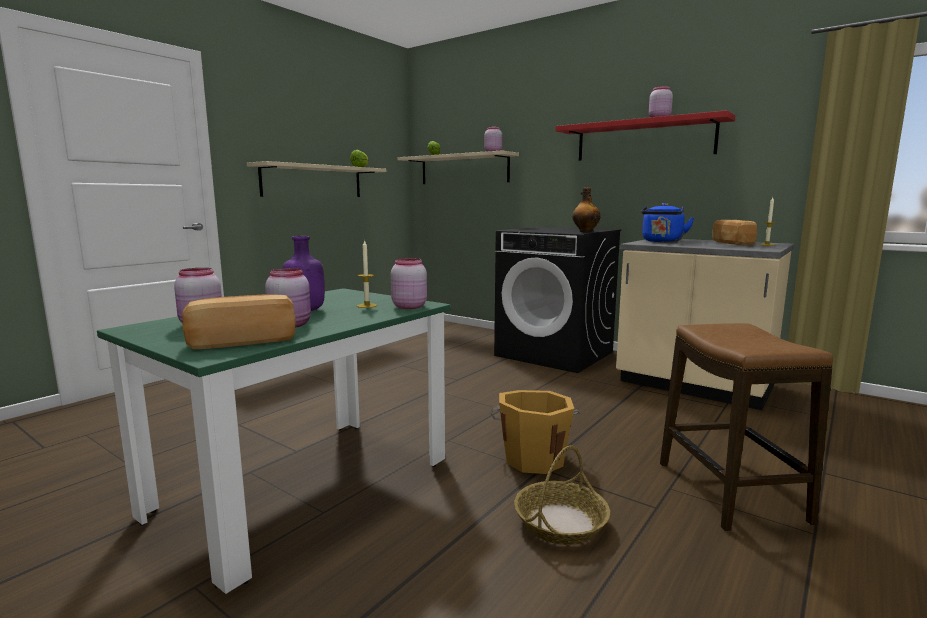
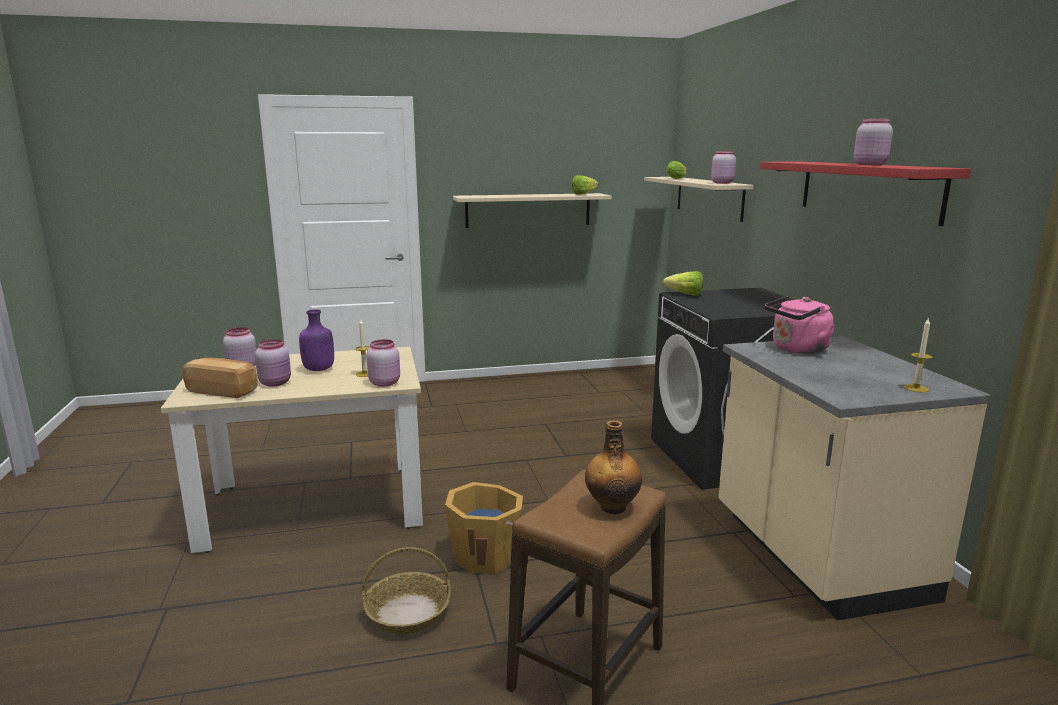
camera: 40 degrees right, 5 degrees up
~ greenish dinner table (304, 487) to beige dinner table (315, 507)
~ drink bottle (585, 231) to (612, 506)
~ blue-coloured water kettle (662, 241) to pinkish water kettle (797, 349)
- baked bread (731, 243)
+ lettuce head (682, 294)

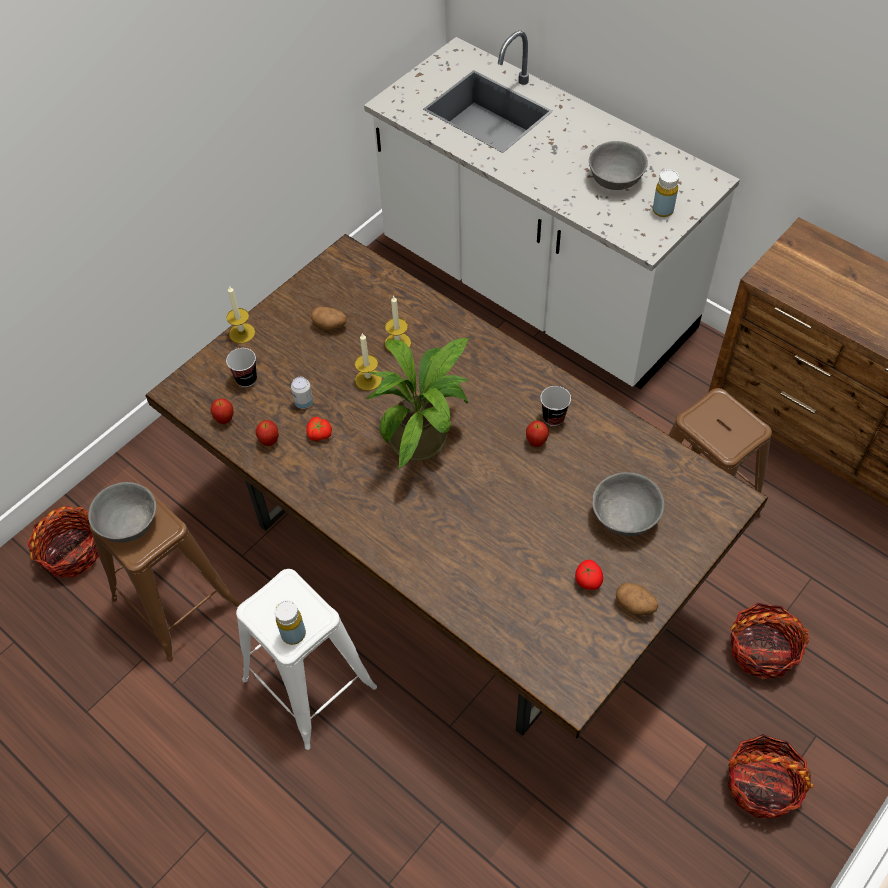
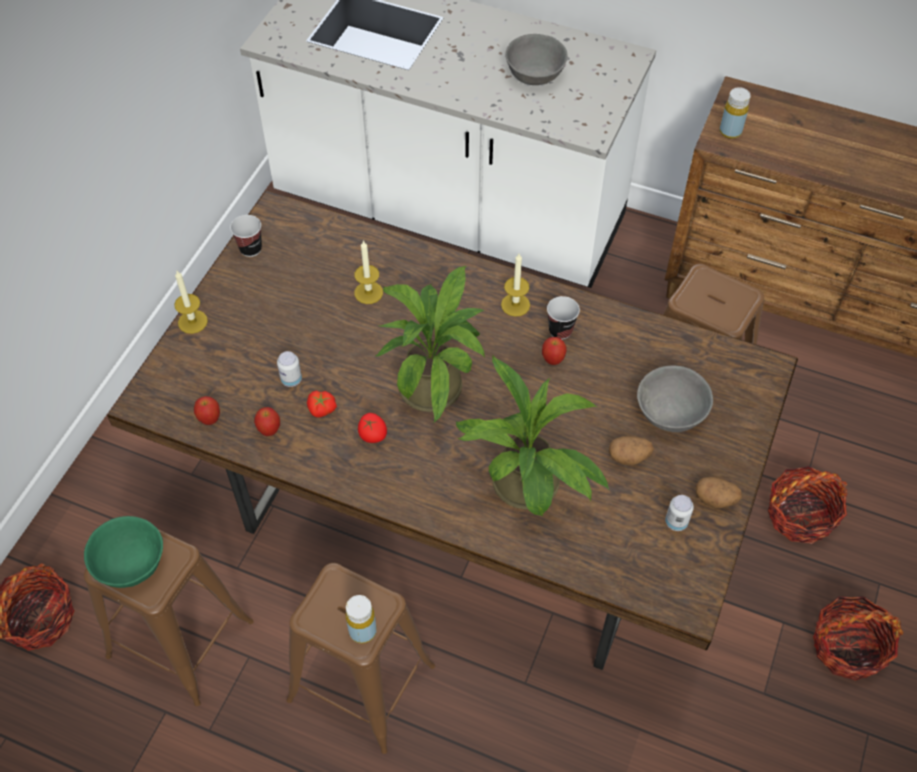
camera: 20 degrees left, 0 degrees up
~ greyish serving bowl (129, 523) to greenish serving bowl (130, 563)
~ cup (246, 379) to (250, 249)
~ whitish stool seat (309, 683) to brownish stool seat (361, 683)
~ potato (330, 325) to (629, 457)
~ wax light (368, 380) to (515, 305)
~ tomato (588, 580) to (372, 435)
~ yellow drink bottle (662, 210) to (730, 131)
+ houseplant (528, 490)
+ metal can (676, 522)

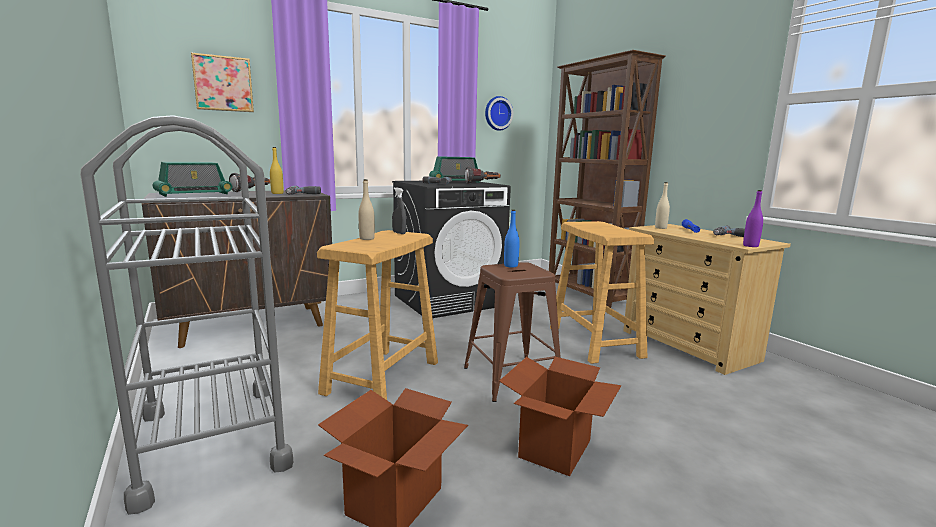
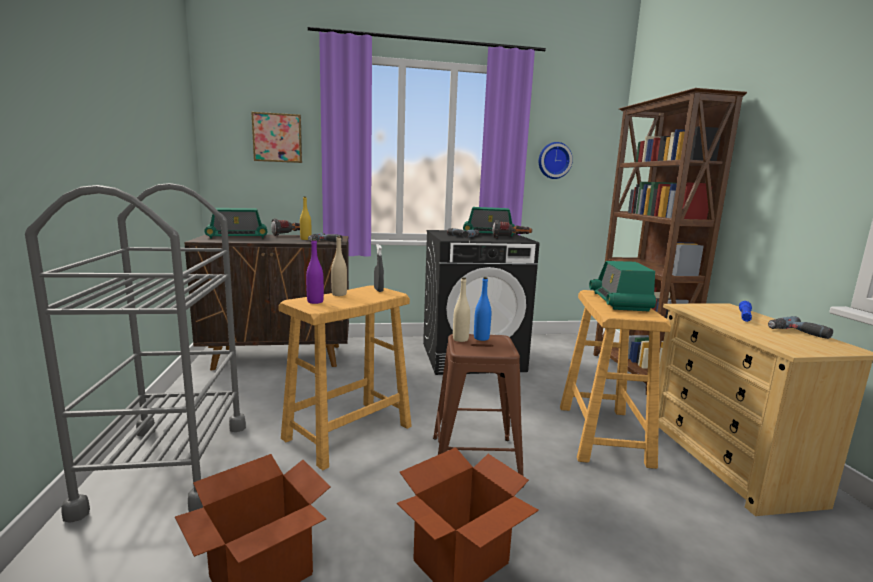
camera: 20 degrees right, 0 degrees up
~ beige drink bottle (660, 228) to (460, 339)
~ purplish drink bottle (750, 246) to (315, 302)
+ radio receiver (619, 301)

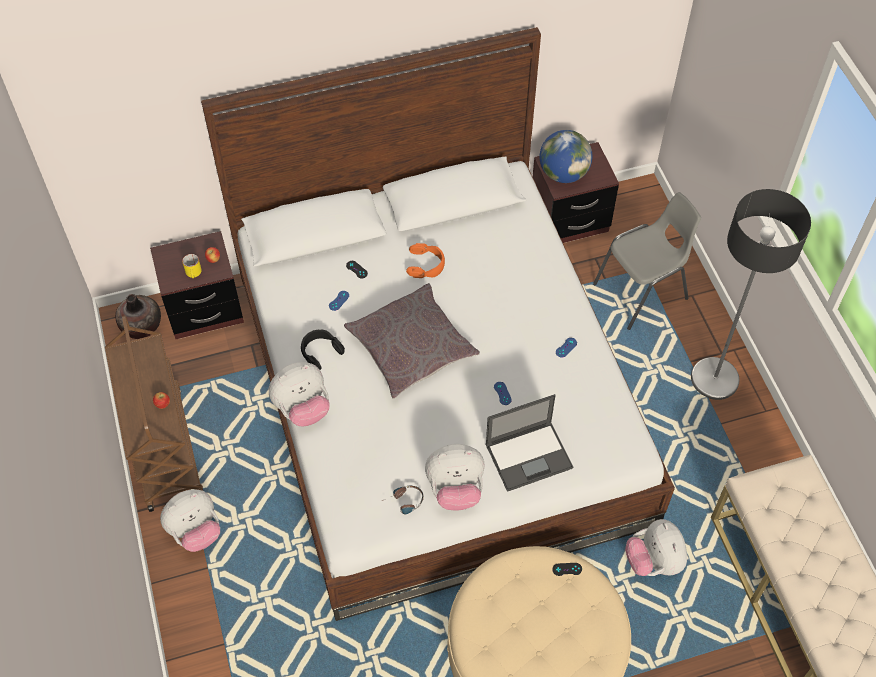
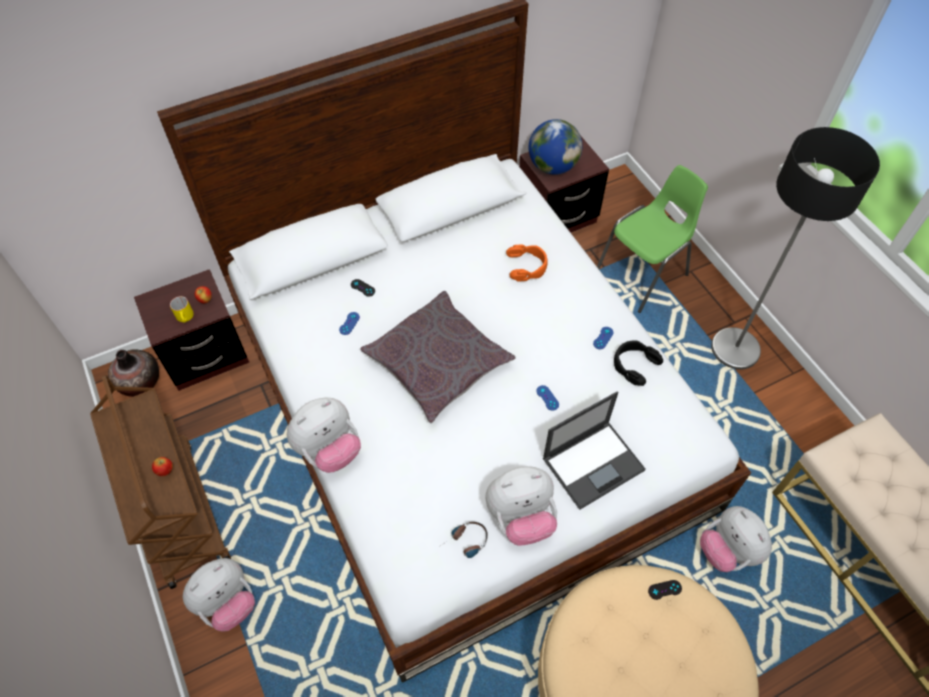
camera: 10 degrees left, 0 degrees up
~ black headphones (320, 351) to (634, 365)
~ orange headphones (426, 264) to (527, 266)
~ greyish plain chair (642, 292) to greenish plain chair (643, 275)

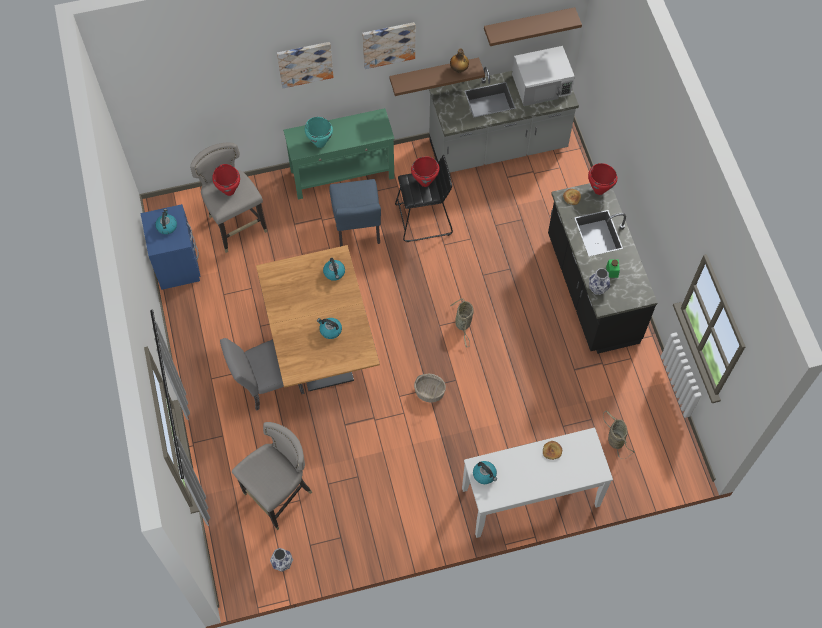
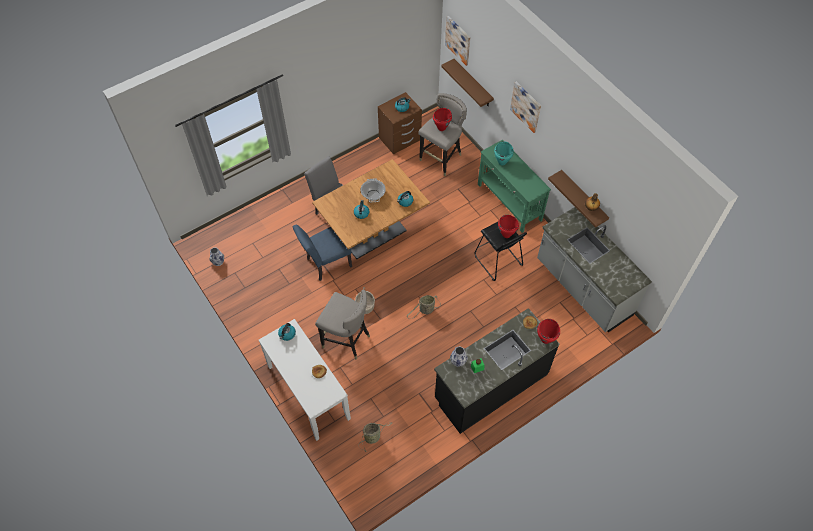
camera: 70 degrees right, 5 degrees down
~ blue-coloured bedside table (178, 264) to brownish bedside table (400, 139)
~ greyish stool seat (280, 495) to (347, 340)
~ blue-coloured plain chair (357, 230) to (325, 263)
~ wall art (388, 44) to (458, 40)
~ brownish shelf (528, 24) to (473, 84)
- whitish microwave oven (542, 84)
+ cooking pot (373, 195)

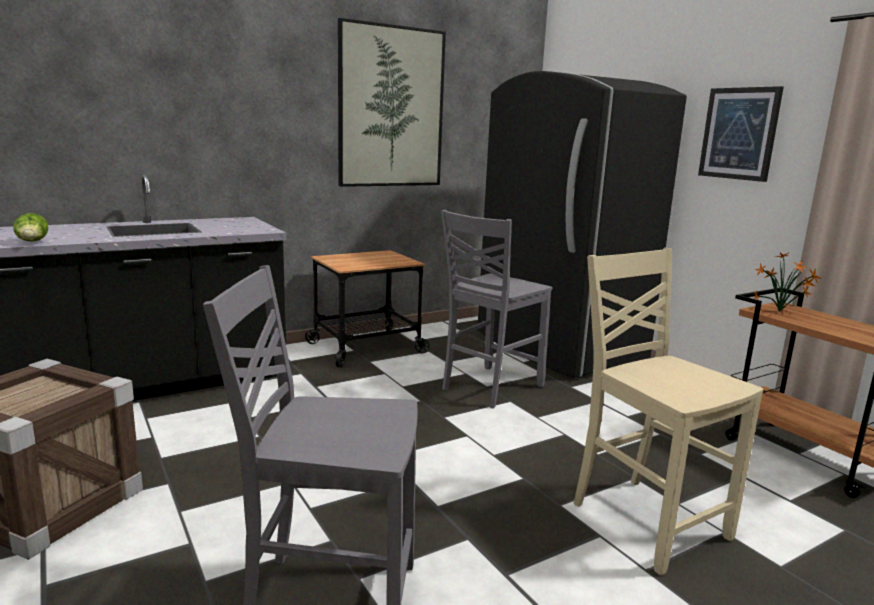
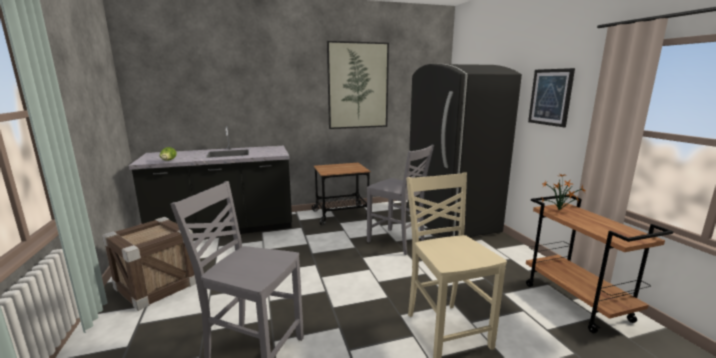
camera: 15 degrees right, 0 degrees up
~ greyish plain chair (489, 387) = (397, 242) 105 degrees counterclockwise

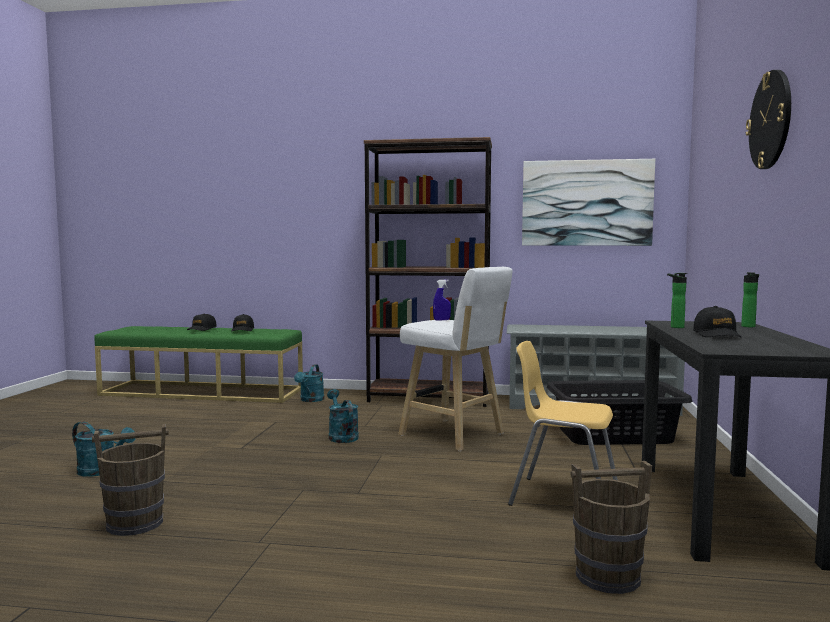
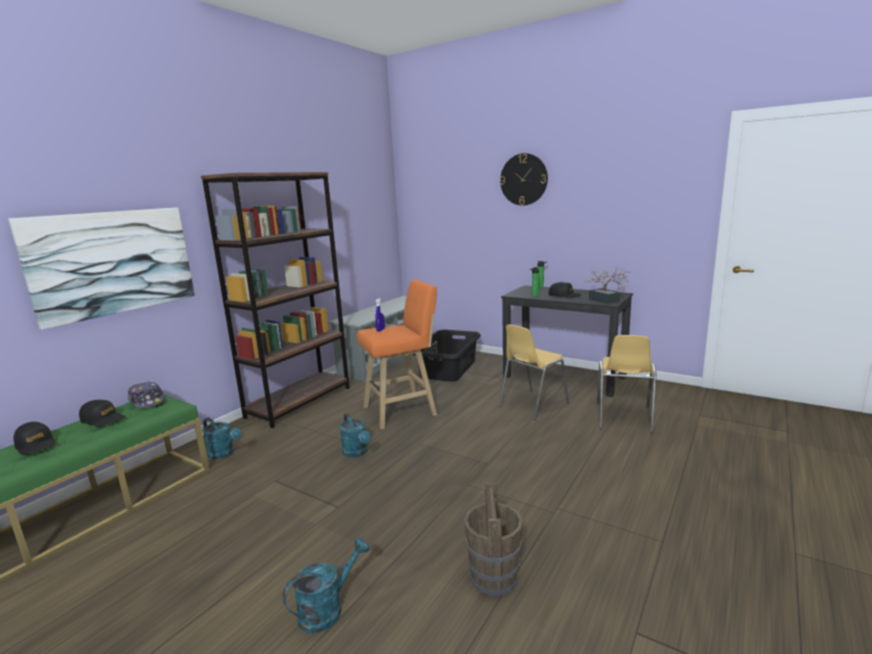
camera: 65 degrees left, 10 degrees up
~ turquoise-coloured watering pot (341, 436) = (357, 453) 120 degrees counterclockwise
~ whitish stool seat (455, 435) to orange stool seat (403, 410)
~ wall art (586, 203) to (113, 262)
~ brownish water bucket (607, 576) to yellow plain chair (623, 417)
+ cap (147, 401)
+ houseplant (606, 301)

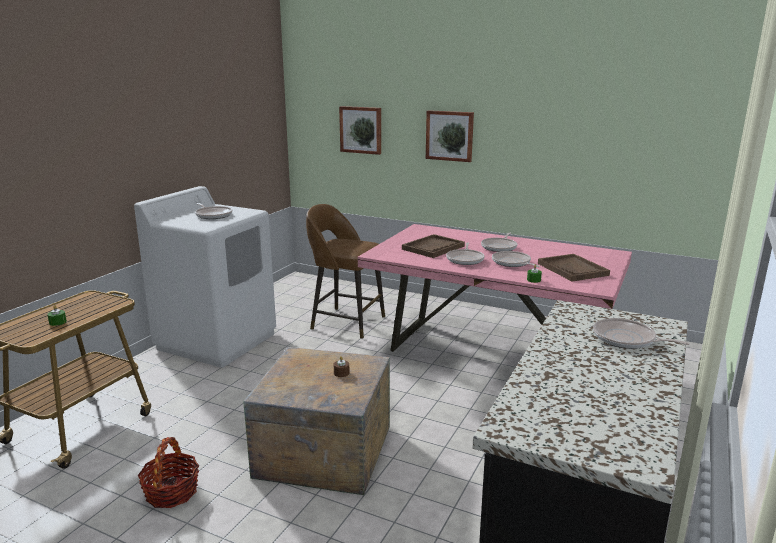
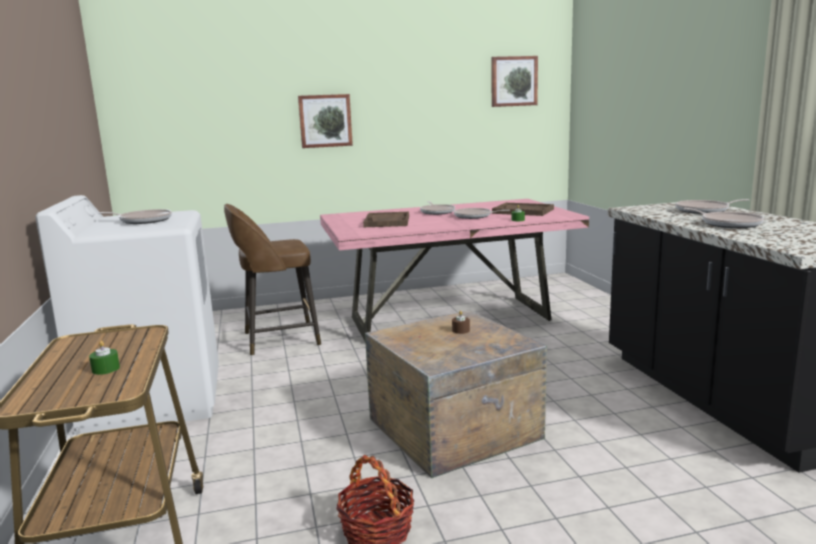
camera: 40 degrees left, 5 degrees down
~ wall art (361, 130) to (513, 81)
~ pan (465, 259) to (728, 224)

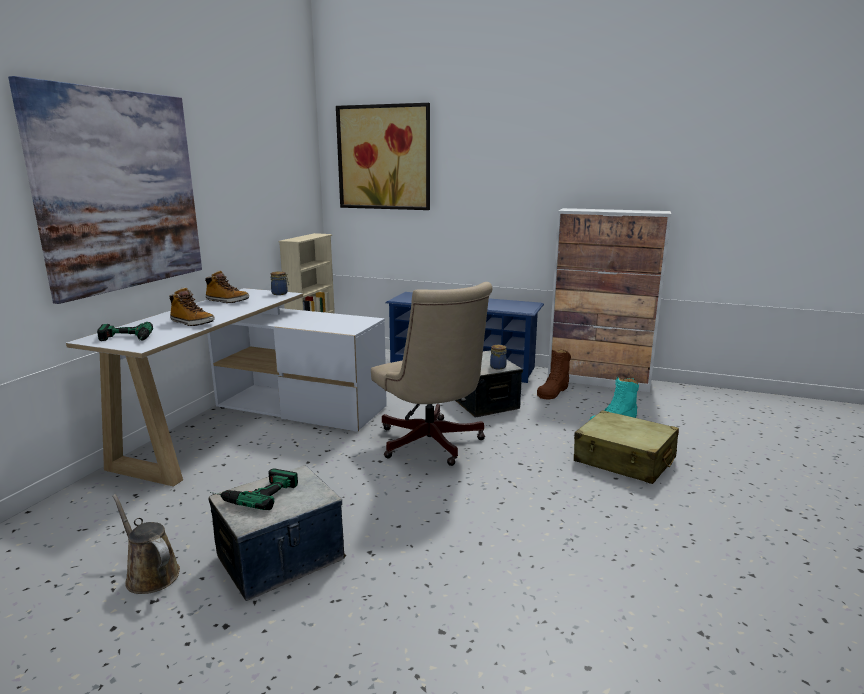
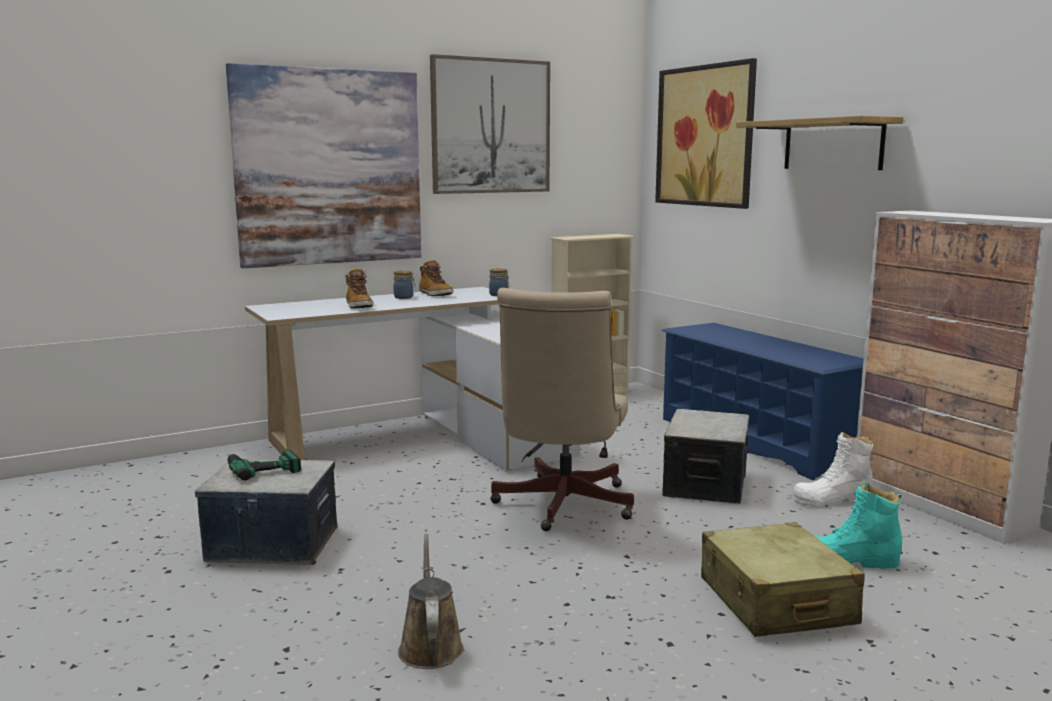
camera: 40 degrees right, 5 degrees down
- drill (125, 340)
~ brownish watering pot (150, 574) to (430, 646)
~ jar (498, 367) to (404, 297)
~ brownish tall boot (553, 391) to whitish tall boot (832, 499)
+ wall art (491, 126)
+ shelf (833, 145)

